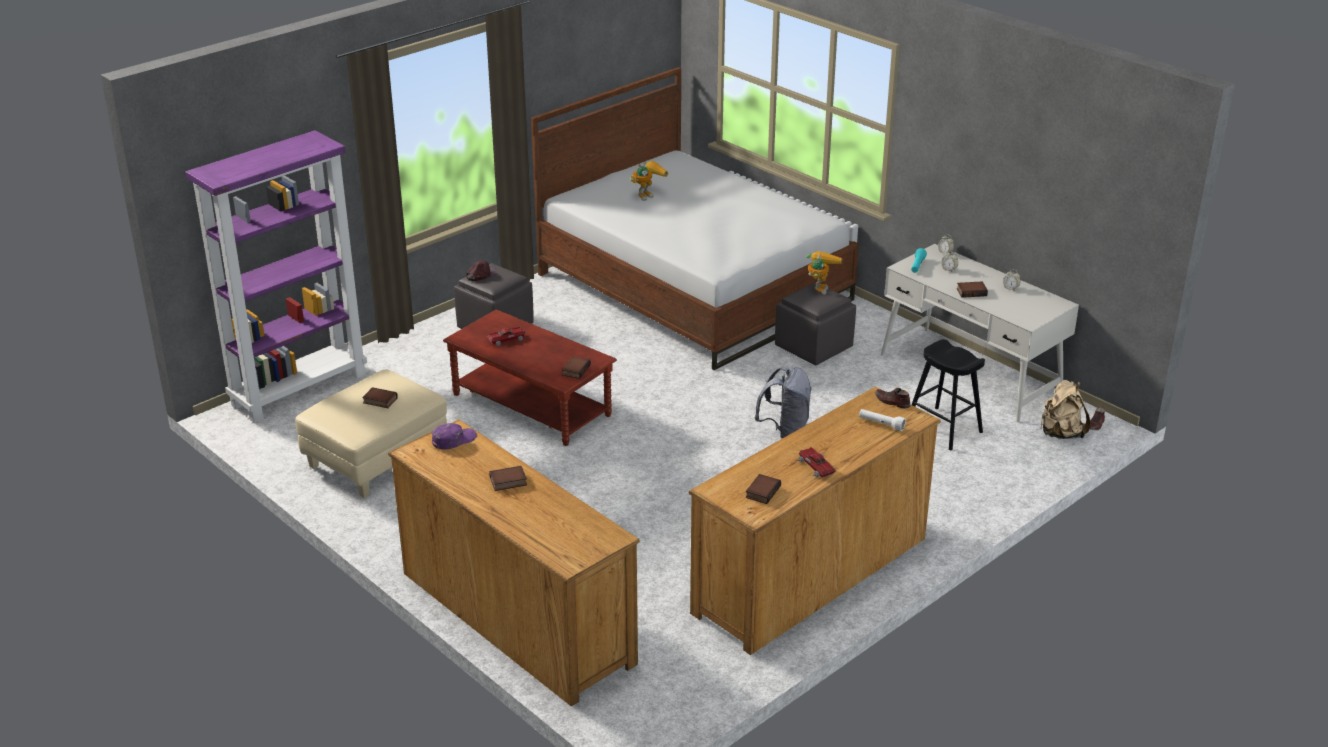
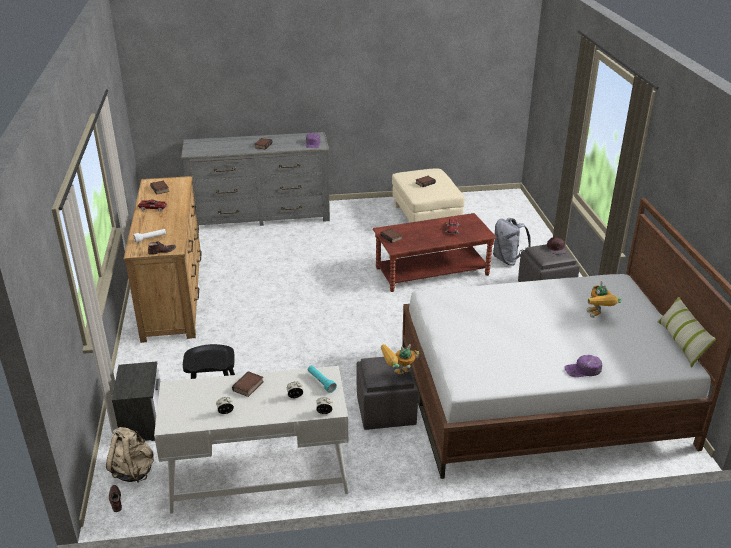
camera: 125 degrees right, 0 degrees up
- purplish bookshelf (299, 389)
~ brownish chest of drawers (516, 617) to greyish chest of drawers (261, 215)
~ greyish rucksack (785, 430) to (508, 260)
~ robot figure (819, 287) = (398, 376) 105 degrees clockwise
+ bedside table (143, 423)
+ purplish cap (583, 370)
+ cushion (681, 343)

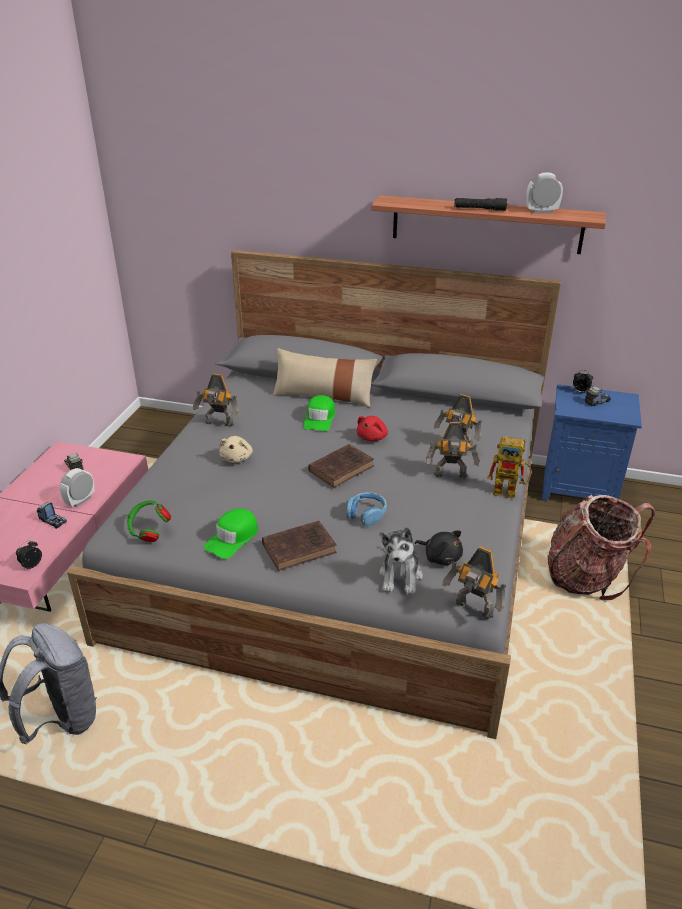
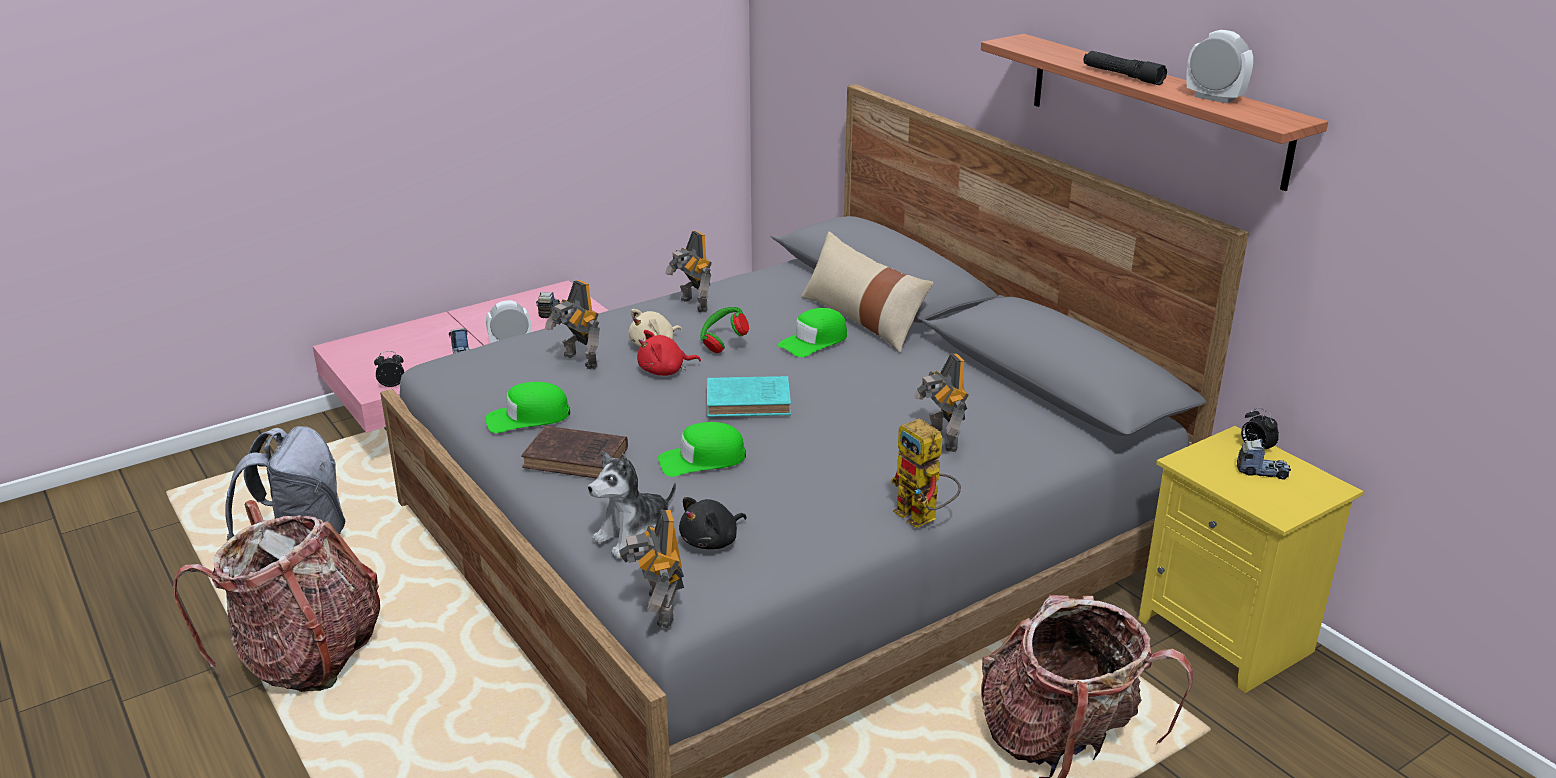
camera: 40 degrees right, 5 degrees down
~ greenish headphones (149, 532) to (723, 344)
~ brownish volume (342, 468) to turquoise-coloured volume (751, 402)
~ blue-coloured headphones (366, 514) to greenish cap (702, 460)
~ red cuddly toy (372, 437) to (665, 371)
~ black cuddly toy (441, 557) = (712, 541) 60 degrees clockwise
~ robot figure (451, 476) to (579, 361)
~ blue-coloured bedside table (580, 489) to yellow bedside table (1228, 635)
+ rucksack (305, 657)

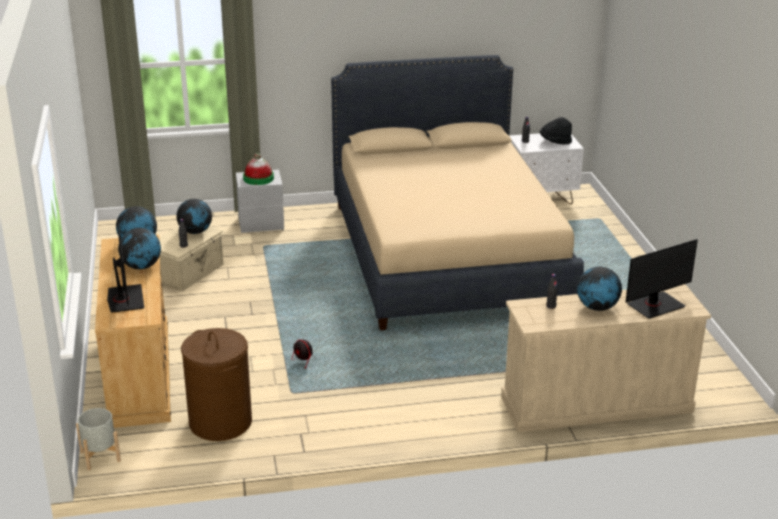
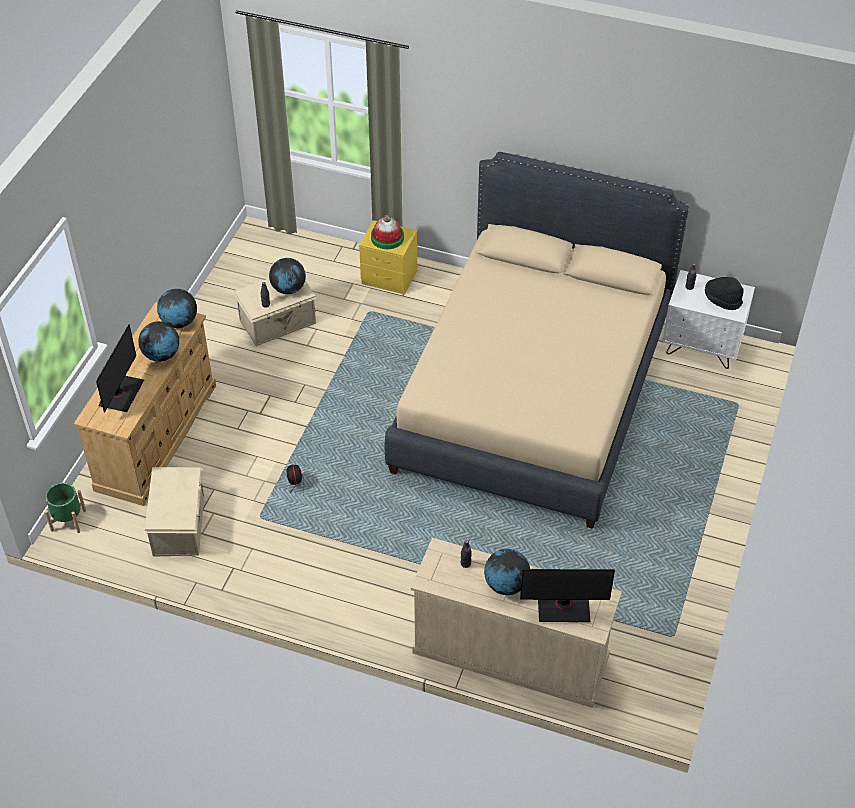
camera: 30 degrees right, 20 degrees up
~ greyish plant pot (100, 456) to greenish plant pot (68, 520)
~ brownish hamper (220, 422) to beige storage bin (180, 525)
~ greyish bedside table (261, 224) to yellow bedside table (389, 277)

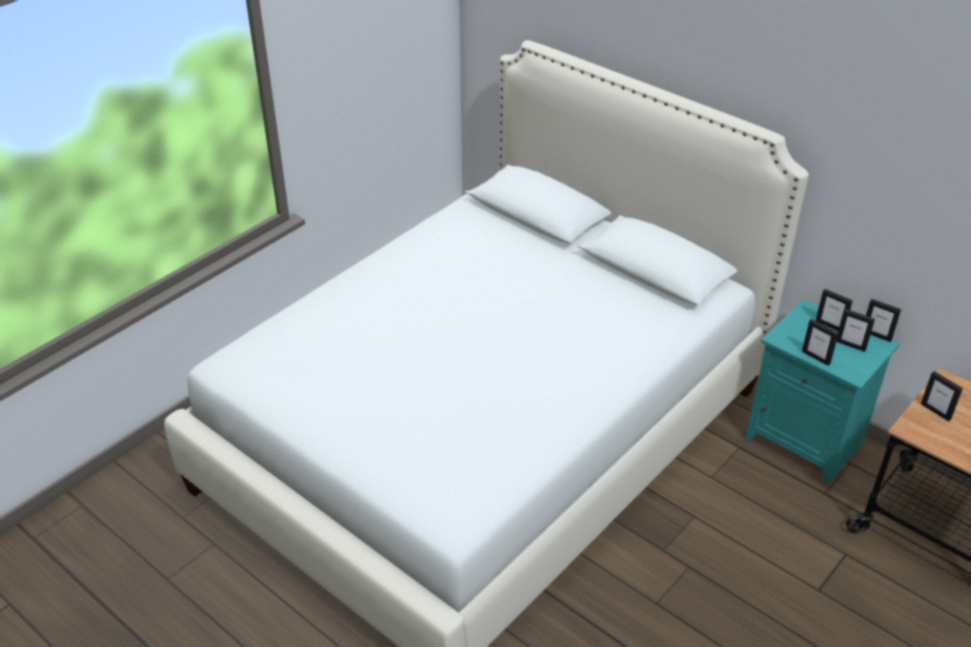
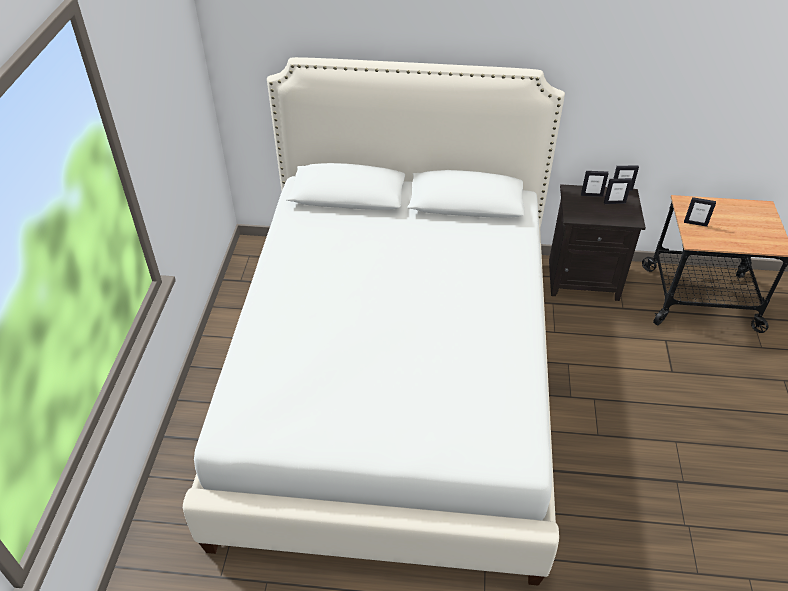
camera: 35 degrees left, 5 degrees up
~ turquoise-coloured bedside table (806, 440) to black bedside table (584, 279)
- picture frame (816, 357)

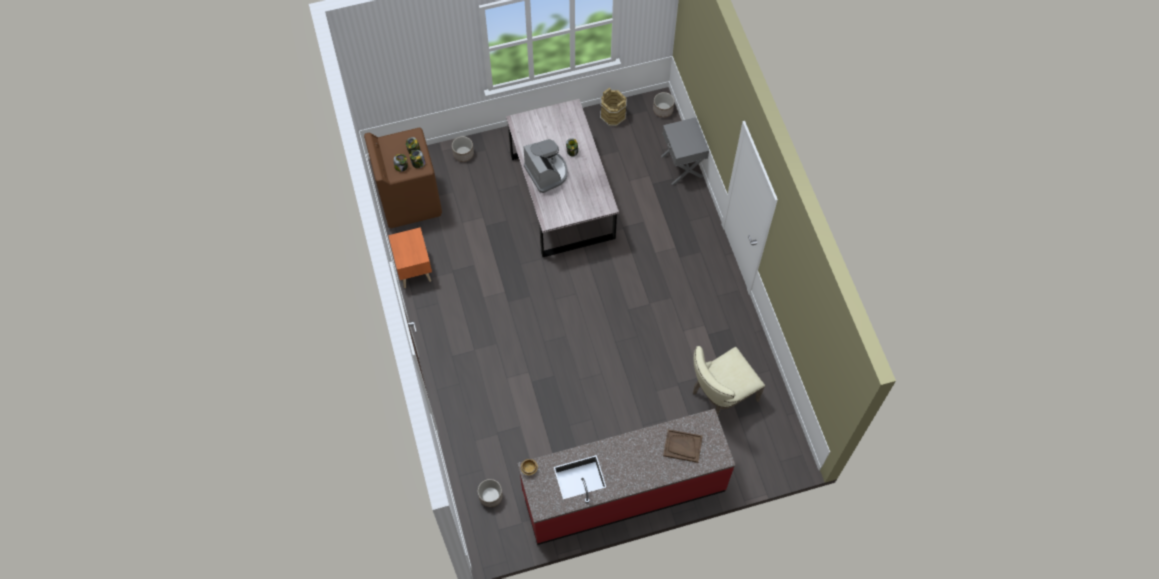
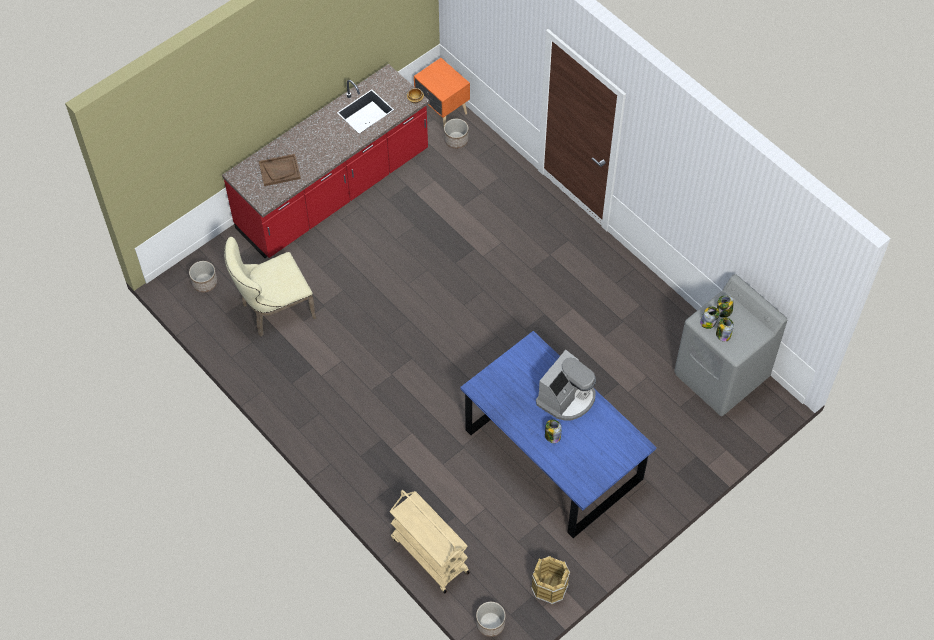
camera: 155 degrees right, 5 degrees down
~ brownish laundry machine (409, 200) to greyish laundry machine (721, 376)
~ orange bedside table (414, 268) to (442, 110)
~ plant pot (463, 154) to (204, 282)
~ greyish dinner table (561, 196) to blue-coloured dinner table (554, 453)
~ coffee brewer (546, 172) = (567, 398) 90 degrees counterclockwise
~ greyish bedside table (682, 166) to beige cart (429, 555)
~ beige plain chair (720, 396) = (273, 311) 150 degrees counterclockwise

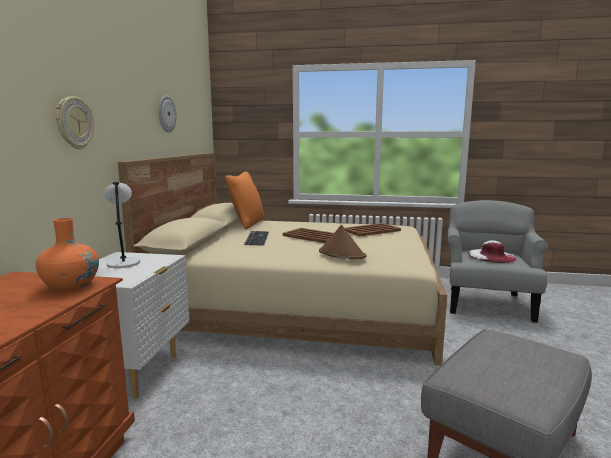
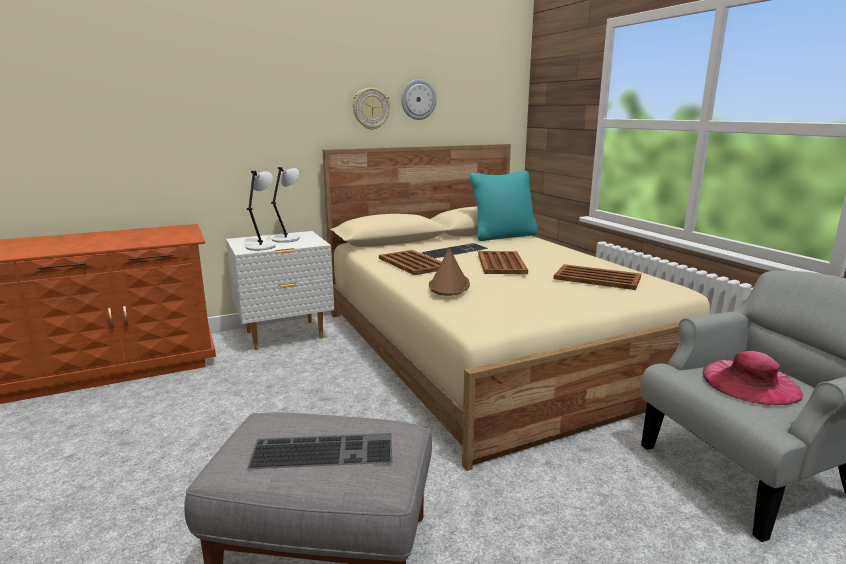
camera: 55 degrees right, 5 degrees up
- orange flower vase (71, 286)
~ hanging clock (74, 123) to (371, 109)
~ orange cushion (247, 223) to turquoise-coloured cushion (503, 236)
~ whitish wearable hat (491, 256) to pinkish wearable hat (750, 382)
+ greyish table lamp (261, 246)
+ keyboard (324, 450)
+ brownish tray (413, 263)

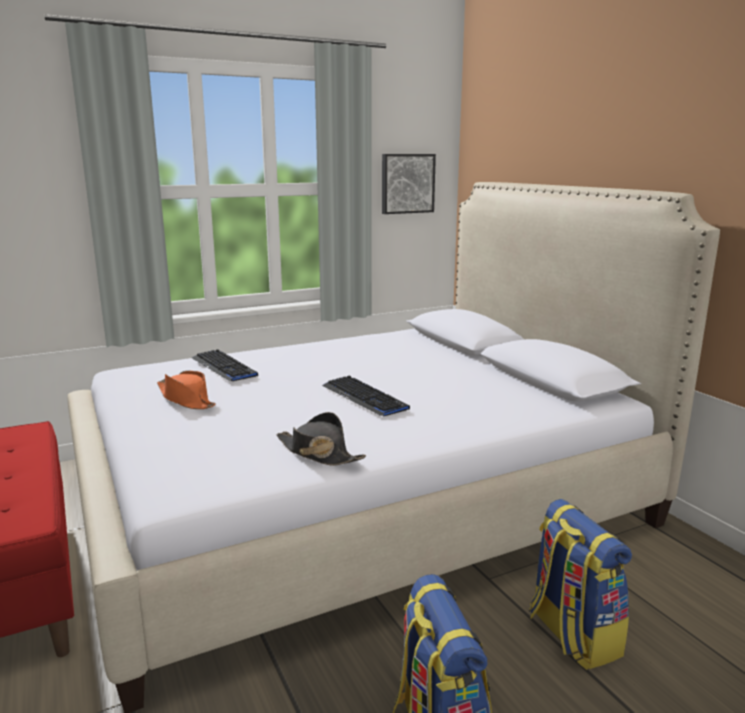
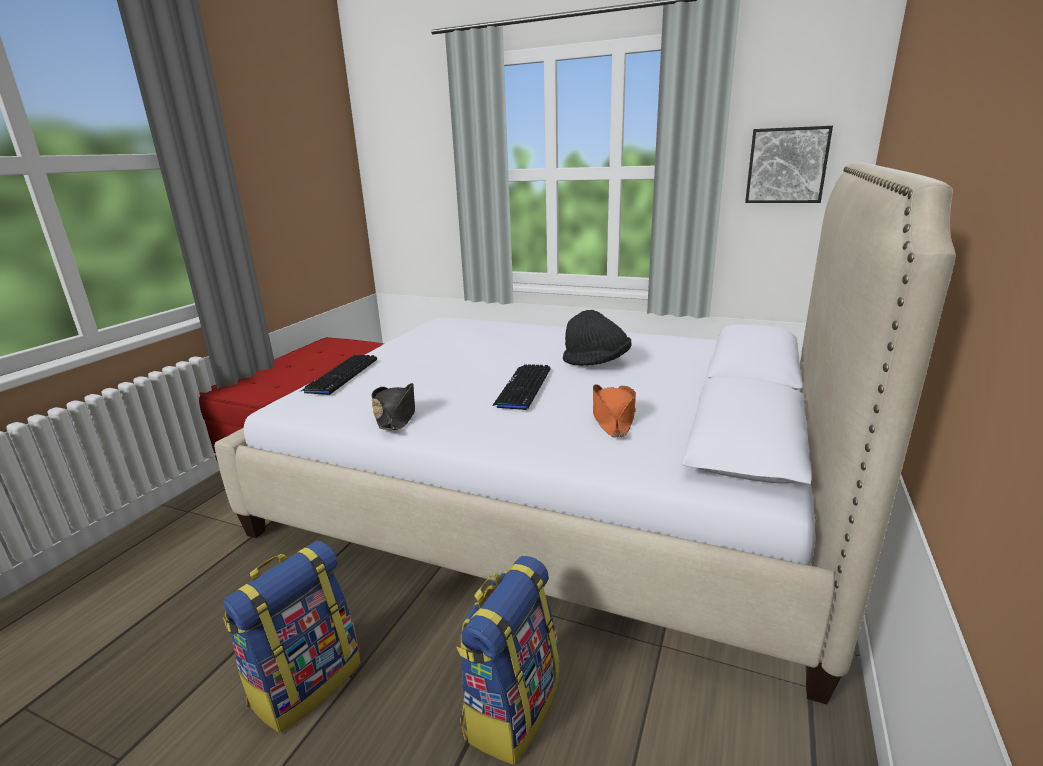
camera: 50 degrees right, 5 degrees up
~ orange wearable hat (186, 399) to (613, 418)
~ keyboard (224, 367) to (341, 375)
+ black wearable hat (597, 363)

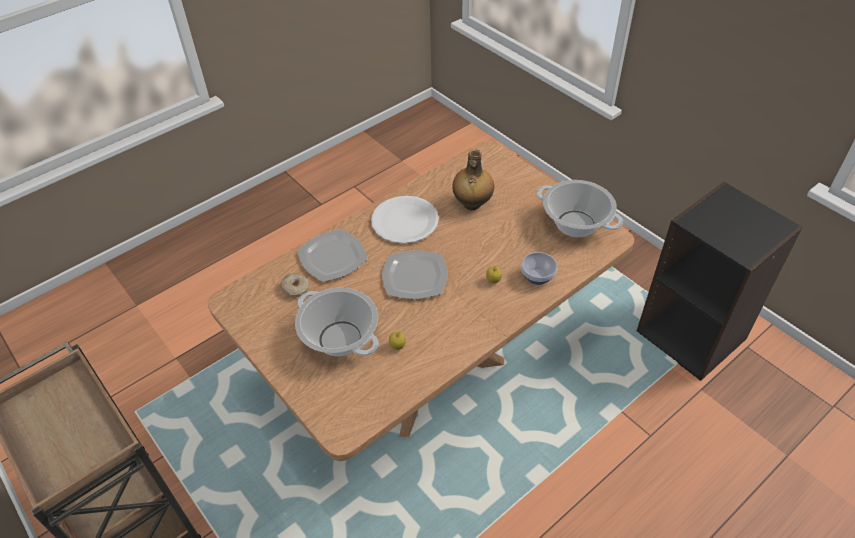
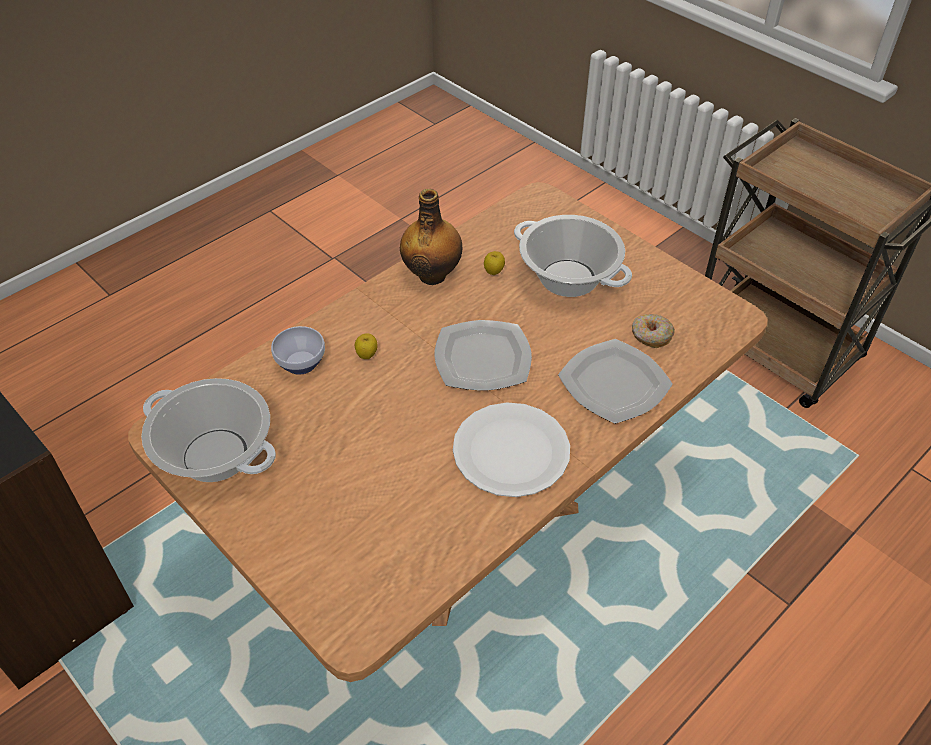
camera: 175 degrees right, 0 degrees up
~ drink bottle (472, 204) to (432, 274)

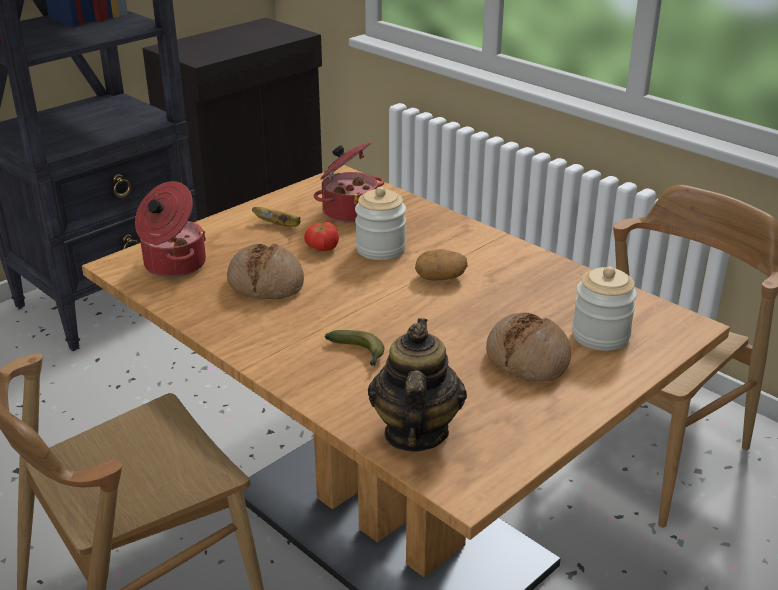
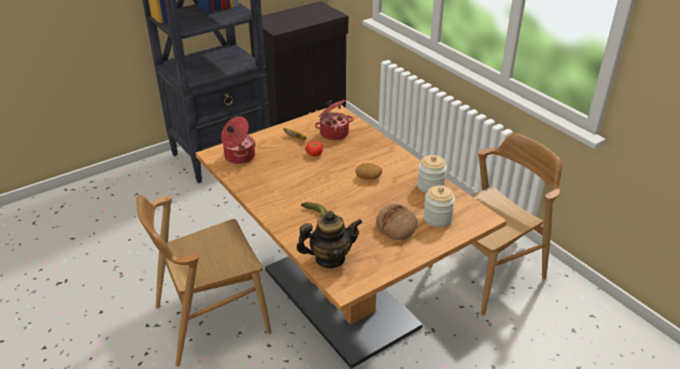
camera: 10 degrees right, 5 degrees up
- baked bread (266, 283)
~ jar (380, 249) to (430, 186)
~ teapot (415, 433) = (330, 258) 60 degrees clockwise

